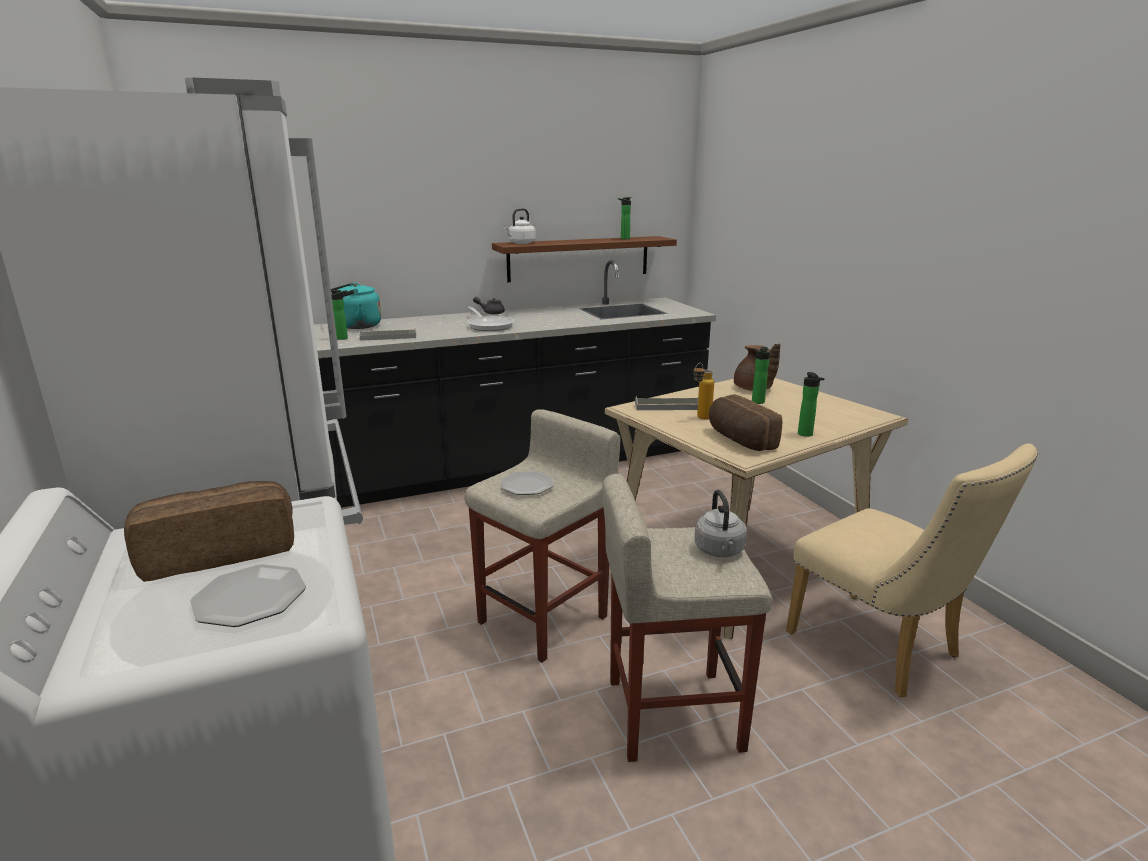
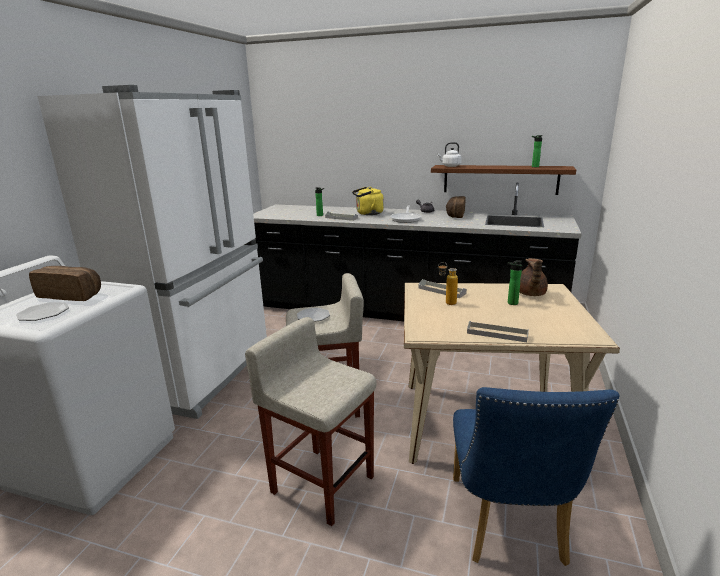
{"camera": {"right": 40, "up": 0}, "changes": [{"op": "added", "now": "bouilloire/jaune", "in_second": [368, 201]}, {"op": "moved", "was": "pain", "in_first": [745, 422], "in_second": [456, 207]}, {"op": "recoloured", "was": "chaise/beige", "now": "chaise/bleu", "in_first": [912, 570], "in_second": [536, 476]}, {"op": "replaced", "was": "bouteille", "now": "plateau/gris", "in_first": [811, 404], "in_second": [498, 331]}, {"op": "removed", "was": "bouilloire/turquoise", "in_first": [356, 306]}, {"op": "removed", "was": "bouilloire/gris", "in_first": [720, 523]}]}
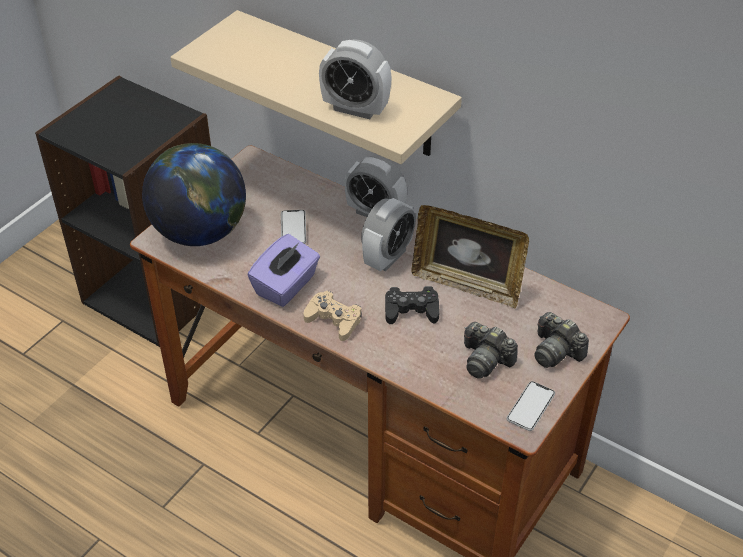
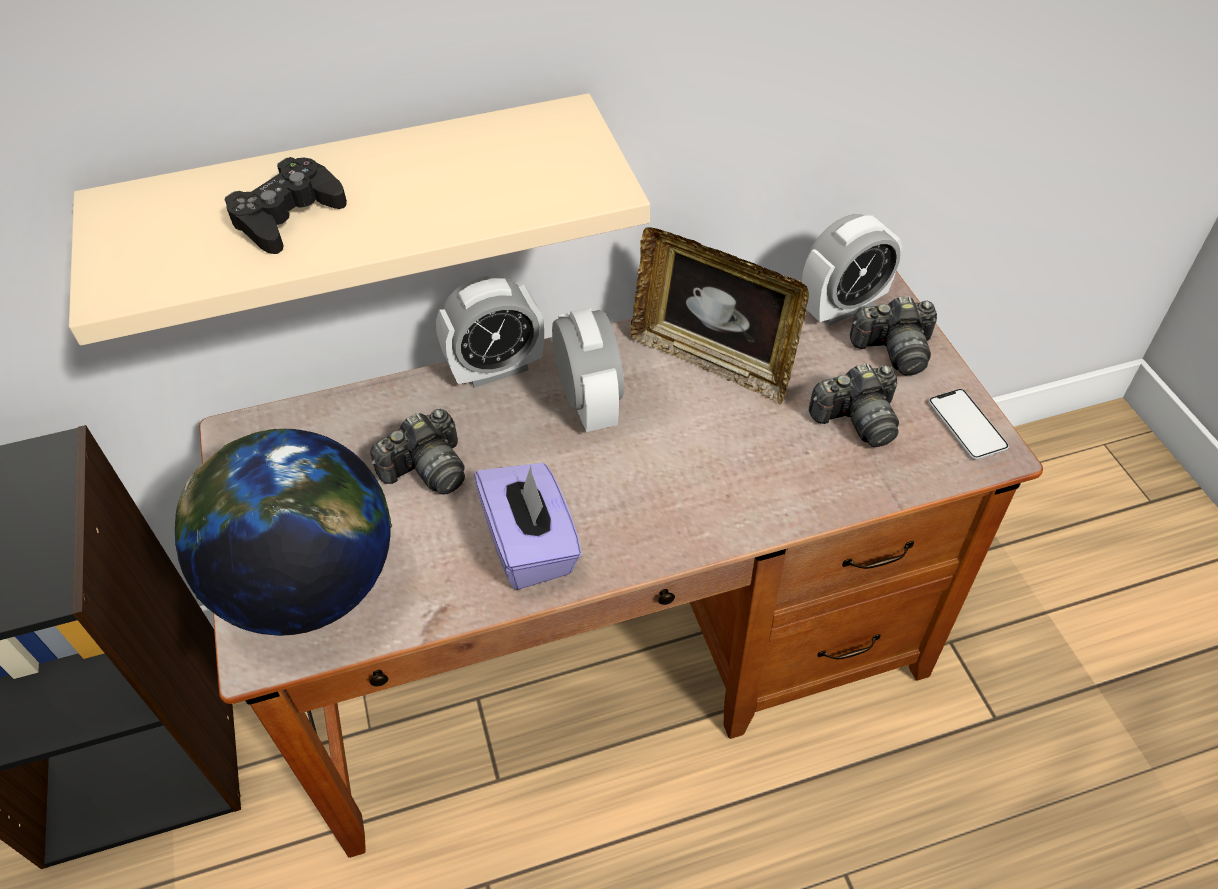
{"camera": {"right": -50, "up": 5}, "changes": [{"op": "moved", "was": "manette/noir", "in_first": [412, 305], "in_second": [286, 205]}, {"op": "replaced", "was": "téléphone", "now": "appareil photo", "in_first": [293, 227], "in_second": [417, 452]}, {"op": "turned", "was": "cadre photo", "in_first": [470, 257], "in_second": [720, 316], "clockwise": 60}, {"op": "moved", "was": "réveil", "in_first": [355, 79], "in_second": [852, 270]}, {"op": "removed", "was": "manette/beige", "in_first": [332, 316]}]}
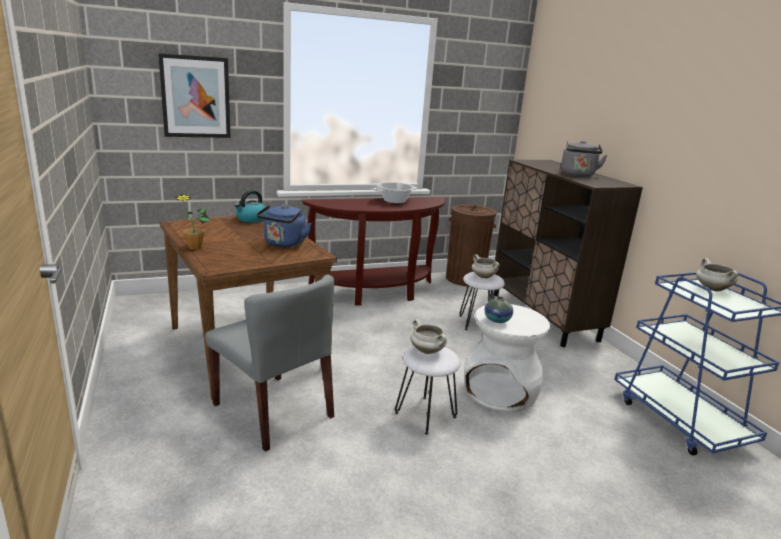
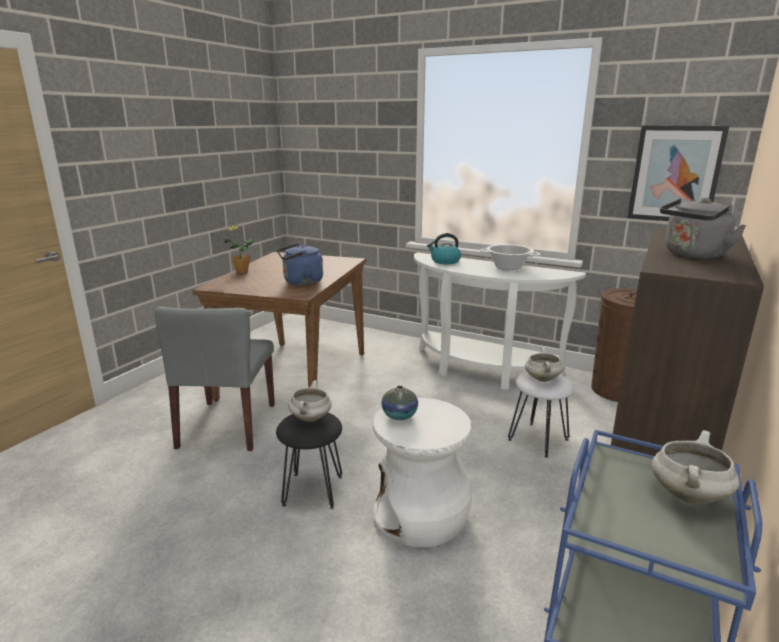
{"camera": {"right": 50, "up": 0}, "changes": [{"op": "recoloured", "was": "tabouret/blanc", "now": "tabouret/noir", "in_first": [427, 390], "in_second": [309, 461]}, {"op": "recoloured", "was": "table console/marron", "now": "table console/blanc", "in_first": [373, 251], "in_second": [500, 321]}, {"op": "moved", "was": "bouilloire", "in_first": [251, 206], "in_second": [444, 248]}, {"op": "moved", "was": "tableau", "in_first": [194, 95], "in_second": [678, 173]}]}
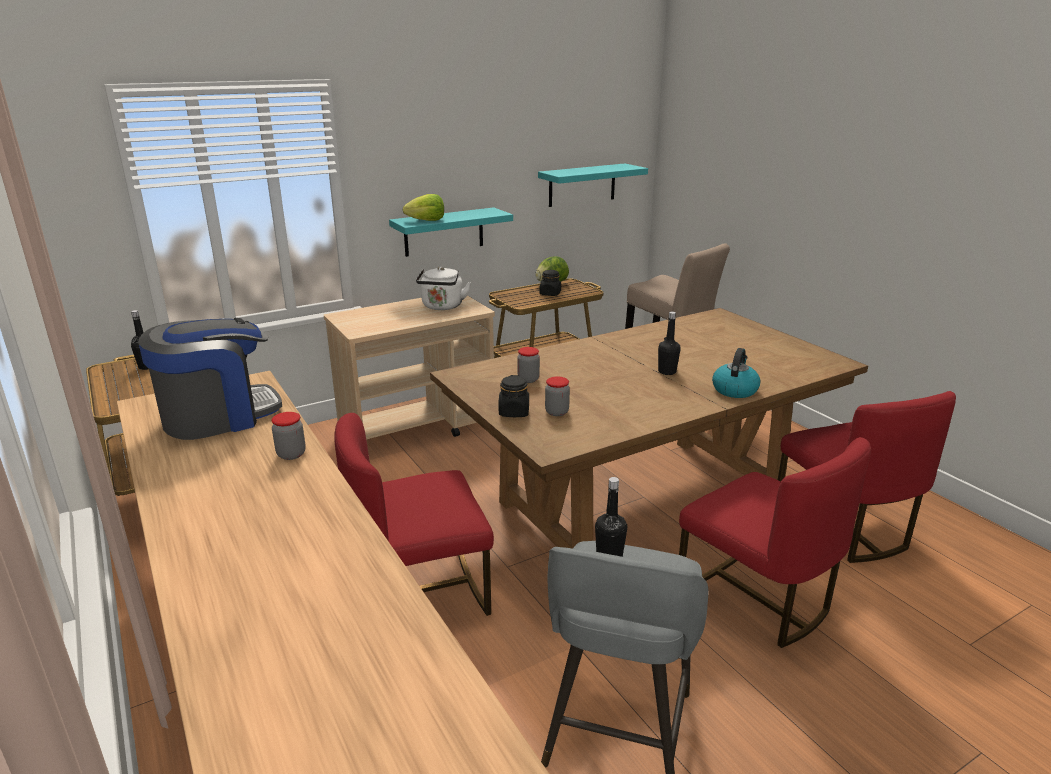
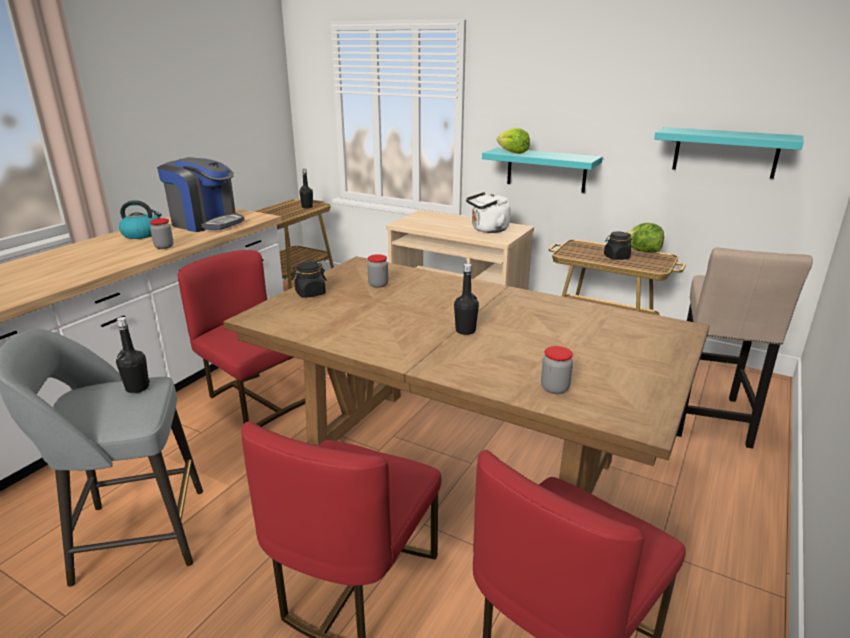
{"camera": {"right": 60, "up": 0}, "changes": [{"op": "moved", "was": "bouilloire", "in_first": [736, 373], "in_second": [140, 219]}, {"op": "moved", "was": "bocal", "in_first": [557, 396], "in_second": [557, 370]}]}
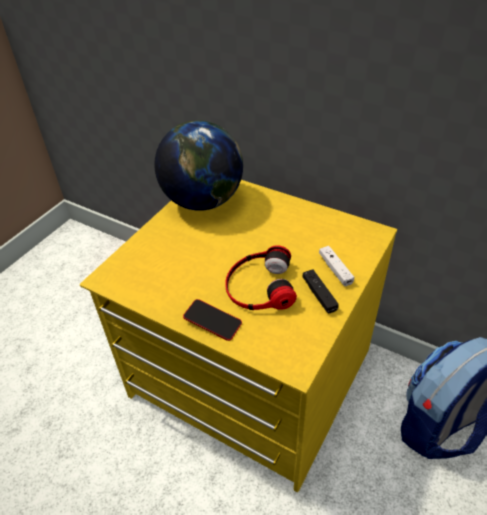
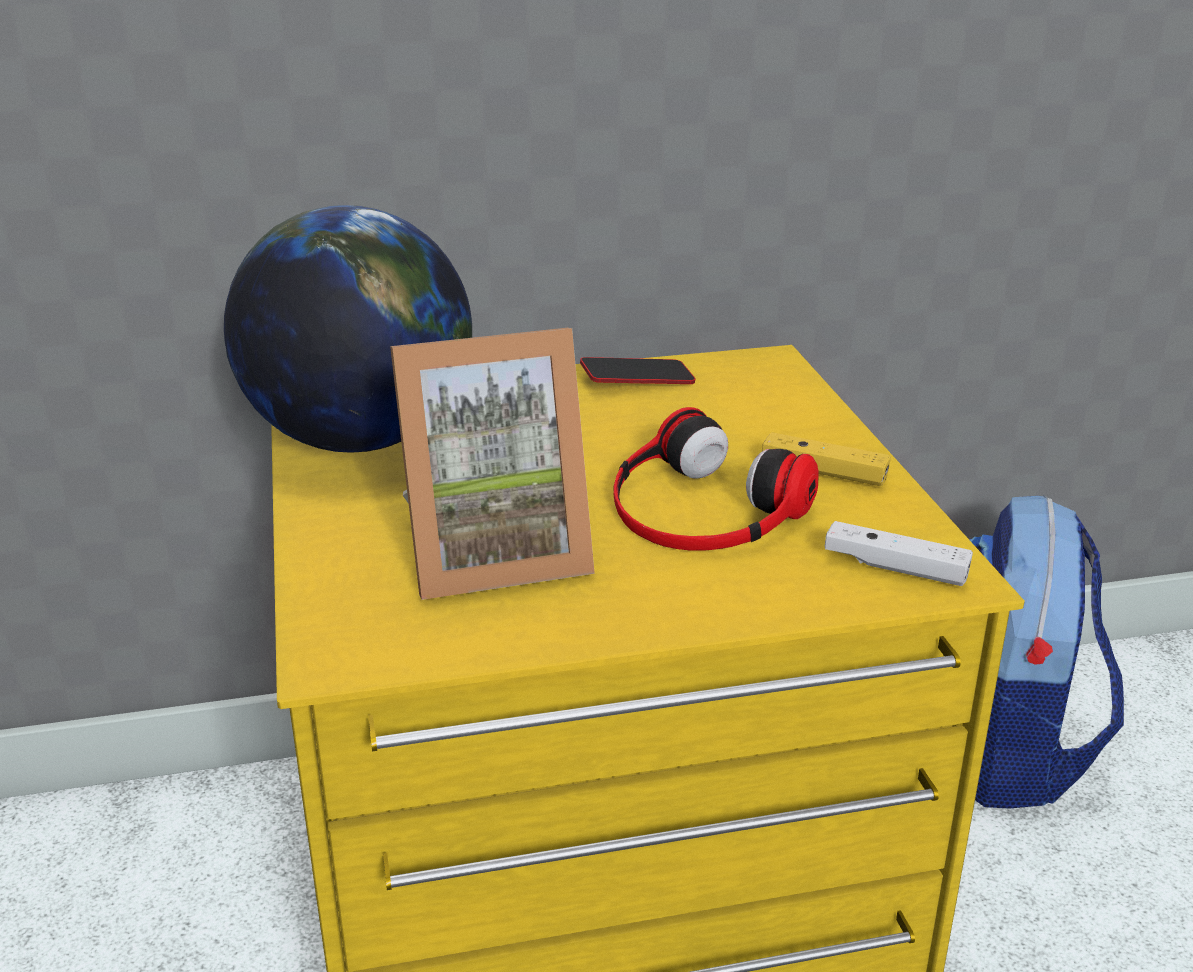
{"camera": {"right": -45, "up": -15}, "changes": [{"op": "added", "now": "cadre photo", "in_second": [492, 464]}, {"op": "moved", "was": "téléphone", "in_first": [212, 320], "in_second": [638, 370]}, {"op": "recoloured", "was": "manette/noir", "now": "manette/jaune", "in_first": [320, 291], "in_second": [826, 459]}, {"op": "moved", "was": "manette/blanc", "in_first": [336, 266], "in_second": [899, 553]}]}
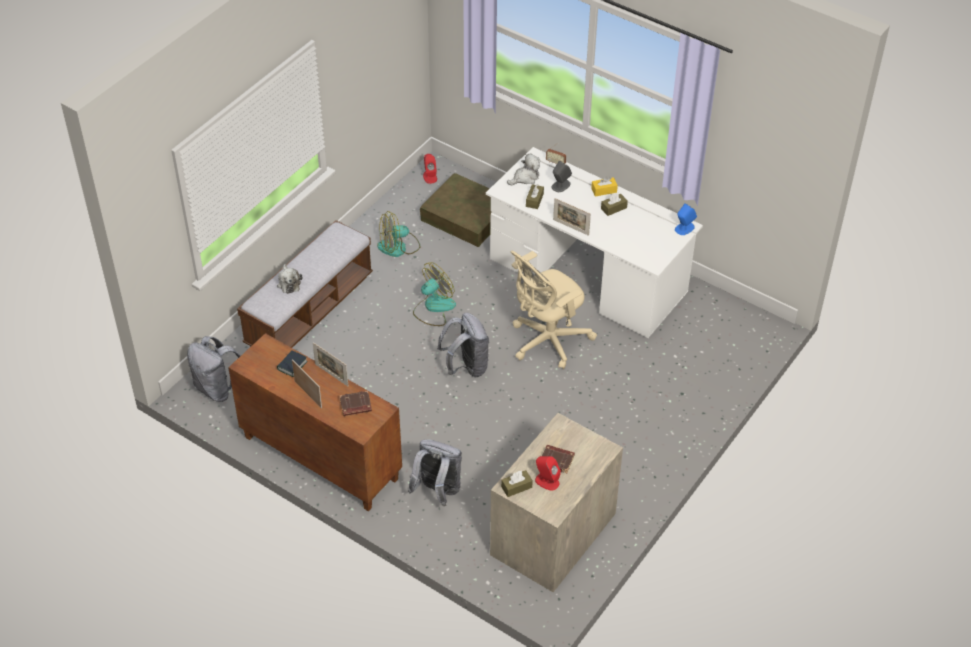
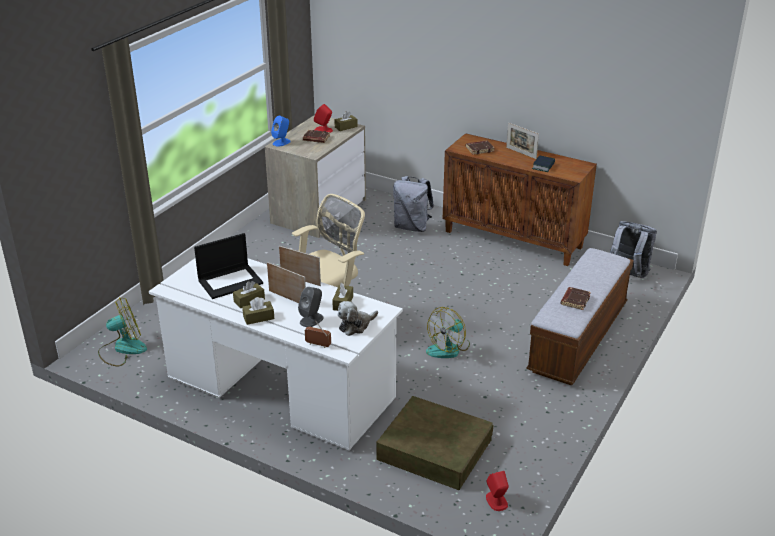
{"camera": {"right": 175, "up": -15}, "changes": [{"op": "moved", "was": "ventilateur", "in_first": [398, 234], "in_second": [122, 331]}, {"op": "added", "now": "ordinateur portable", "in_second": [228, 266]}, {"op": "recoloured", "was": "boîte à mouchoirs/jaune", "now": "boîte à mouchoirs/marron", "in_first": [604, 186], "in_second": [258, 311]}, {"op": "moved", "was": "cadre photo", "in_first": [330, 364], "in_second": [286, 282]}, {"op": "moved", "was": "enceinte/bleu", "in_first": [686, 219], "in_second": [281, 131]}, {"op": "added", "now": "livre/marron", "in_second": [575, 298]}, {"op": "removed", "was": "peluche", "in_first": [289, 279]}, {"op": "removed", "was": "sac à dos/gris", "in_first": [463, 345]}]}
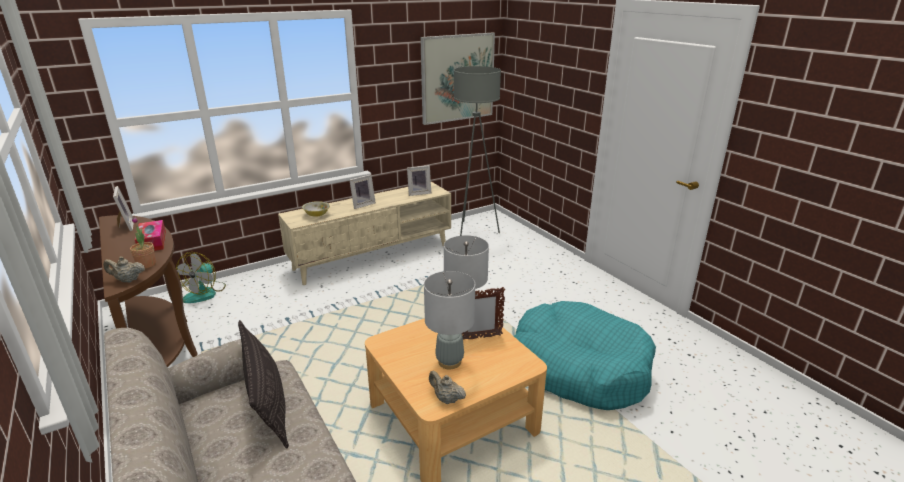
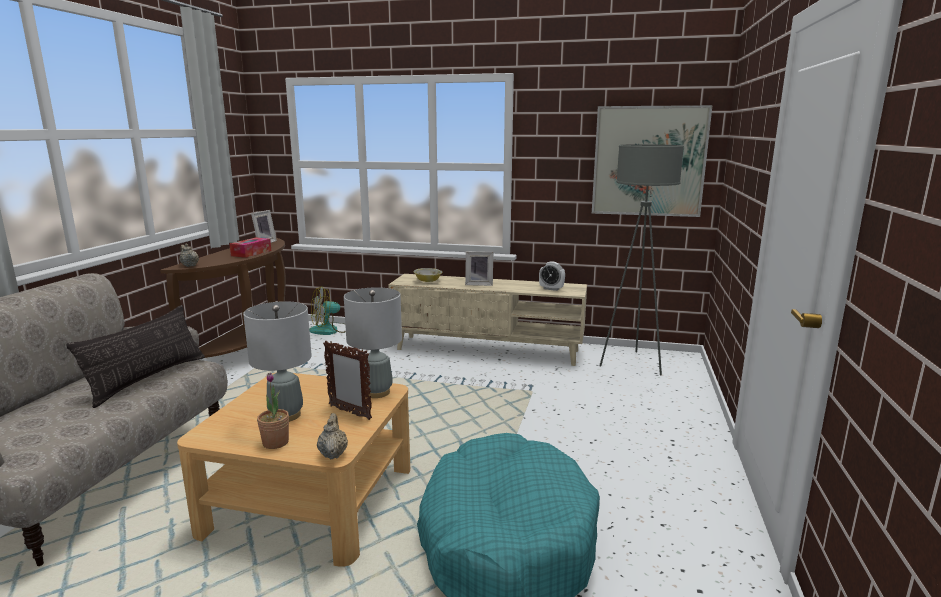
{"camera": {"right": 45, "up": -10}, "changes": [{"op": "moved", "was": "plante en pot", "in_first": [143, 243], "in_second": [273, 411]}, {"op": "moved", "was": "théière/beige", "in_first": [447, 387], "in_second": [332, 436]}, {"op": "replaced", "was": "cadre photo", "now": "réveil", "in_first": [419, 180], "in_second": [552, 276]}]}
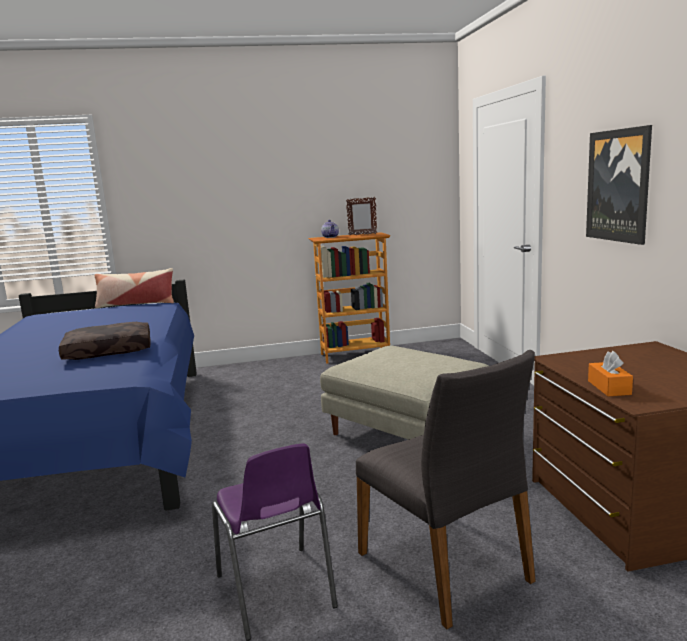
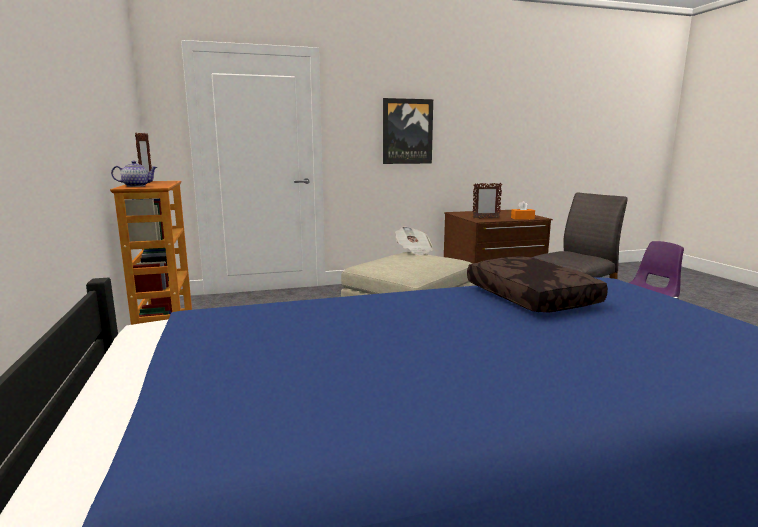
{"camera": {"right": -95, "up": 0}, "changes": [{"op": "added", "now": "journal", "in_second": [414, 241]}, {"op": "added", "now": "cadre photo", "in_second": [487, 201]}, {"op": "removed", "was": "coussin", "in_first": [134, 288]}]}
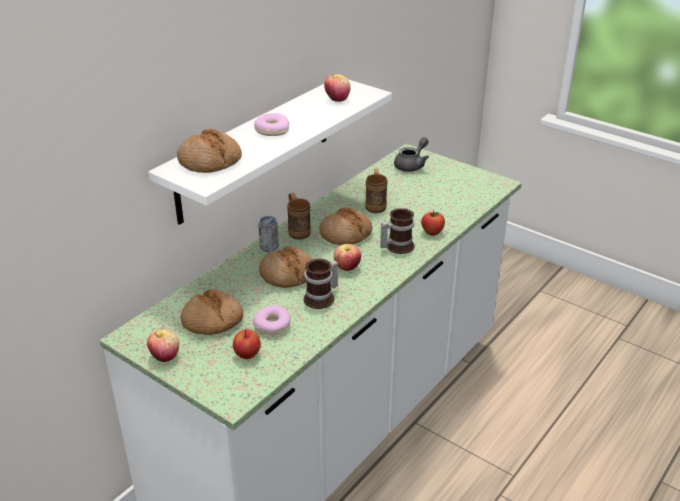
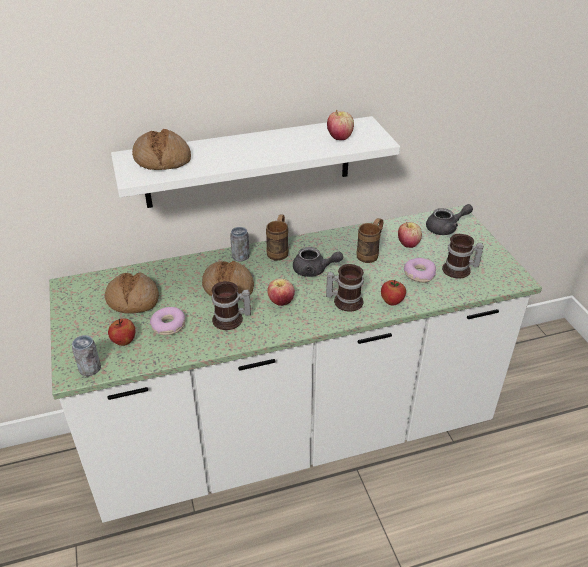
{"camera": {"right": 35, "up": 5}, "changes": [{"op": "added", "now": "boîte métallique", "in_second": [86, 355]}, {"op": "replaced", "was": "pain", "now": "théière/gris", "in_first": [345, 226], "in_second": [318, 262]}, {"op": "moved", "was": "pomme", "in_first": [163, 345], "in_second": [410, 235]}, {"op": "moved", "was": "beignet", "in_first": [272, 124], "in_second": [420, 270]}, {"op": "added", "now": "mug", "in_second": [463, 256]}]}
